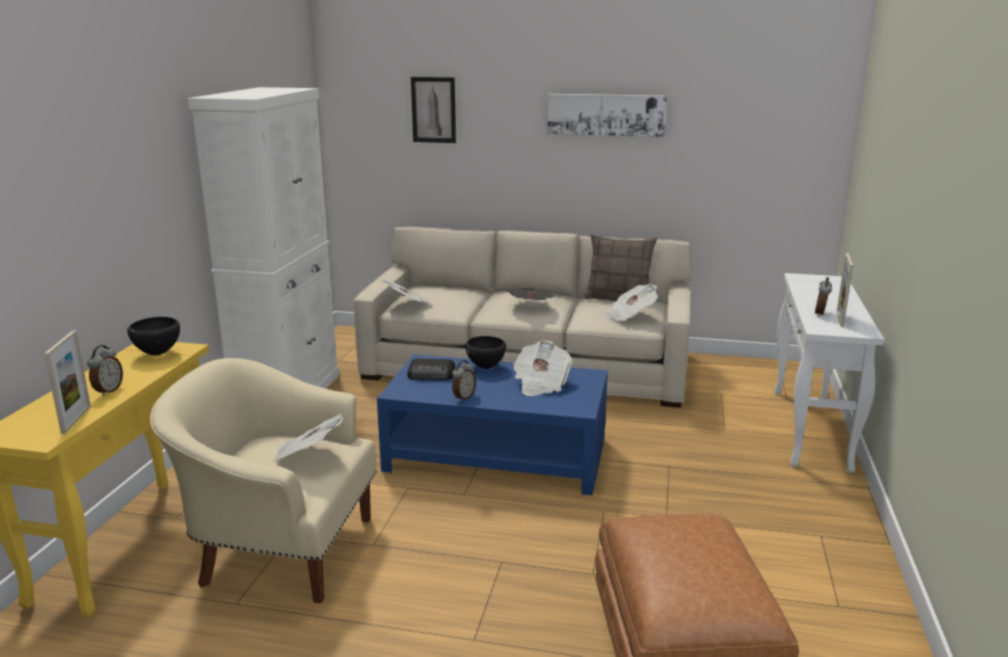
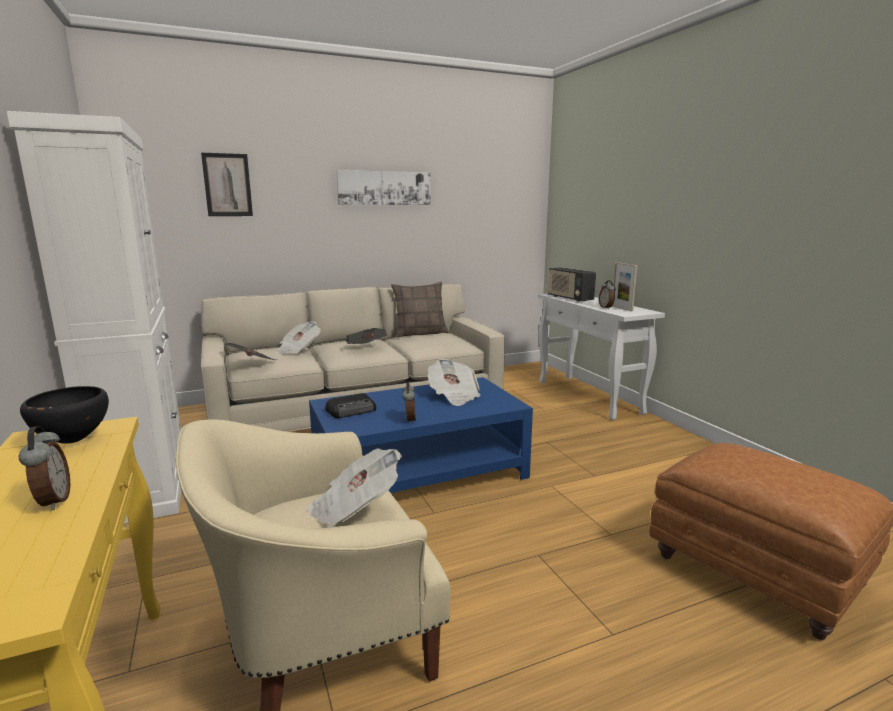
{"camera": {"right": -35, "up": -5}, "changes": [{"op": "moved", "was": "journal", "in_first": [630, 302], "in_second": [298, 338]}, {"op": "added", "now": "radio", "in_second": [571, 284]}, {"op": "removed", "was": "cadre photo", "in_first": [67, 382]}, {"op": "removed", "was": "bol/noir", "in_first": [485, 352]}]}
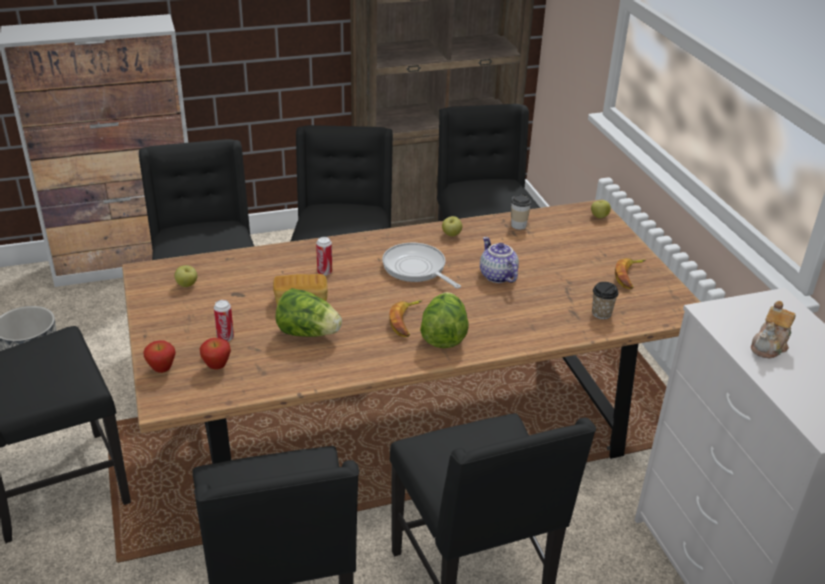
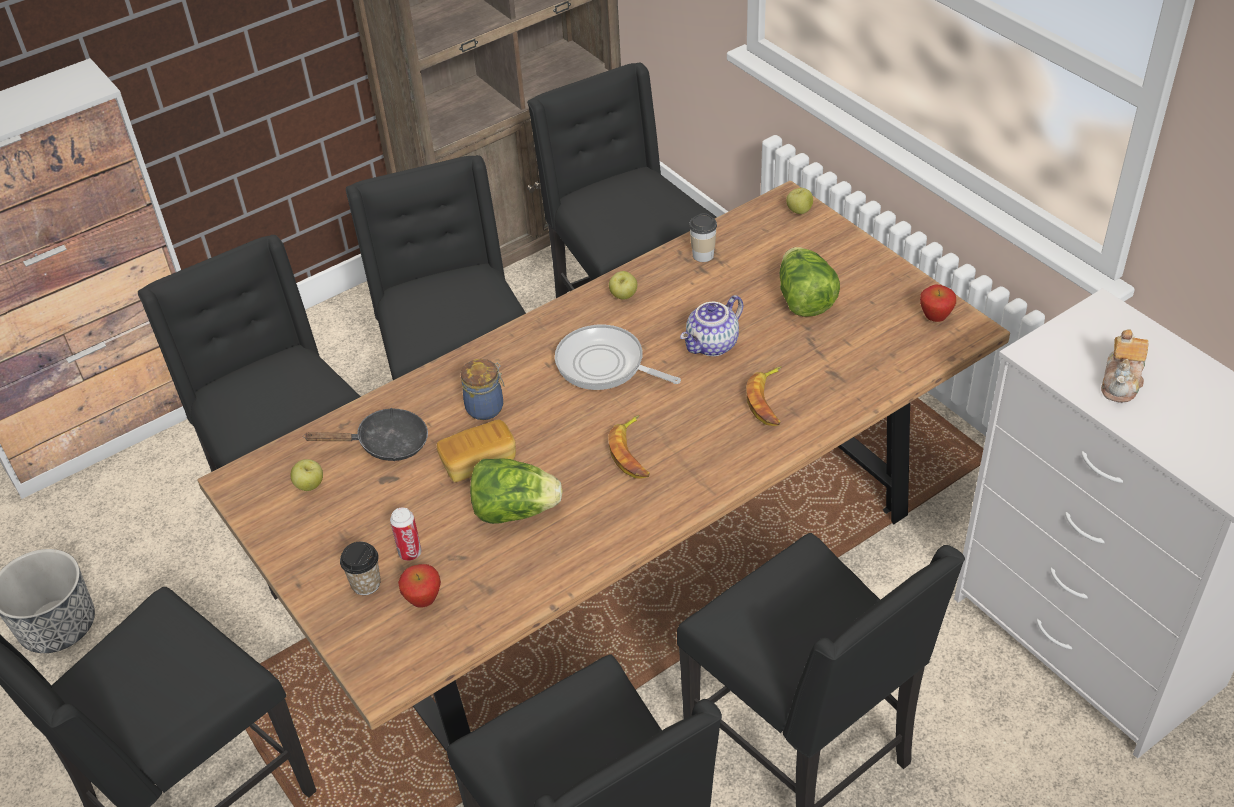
{"camera": {"right": -15, "up": 10}, "changes": [{"op": "added", "now": "poêle/noir", "in_second": [365, 434]}, {"op": "moved", "was": "tasse", "in_first": [605, 300], "in_second": [360, 568]}, {"op": "replaced", "was": "boîte métallique", "now": "bocal", "in_first": [324, 256], "in_second": [482, 389]}, {"op": "turned", "was": "théière", "in_first": [499, 260], "in_second": [711, 325], "clockwise": -90}, {"op": "moved", "was": "banane", "in_first": [630, 273], "in_second": [764, 396]}, {"op": "moved", "was": "laitue", "in_first": [444, 320], "in_second": [810, 282]}, {"op": "moved", "was": "pomme", "in_first": [159, 356], "in_second": [938, 303]}]}
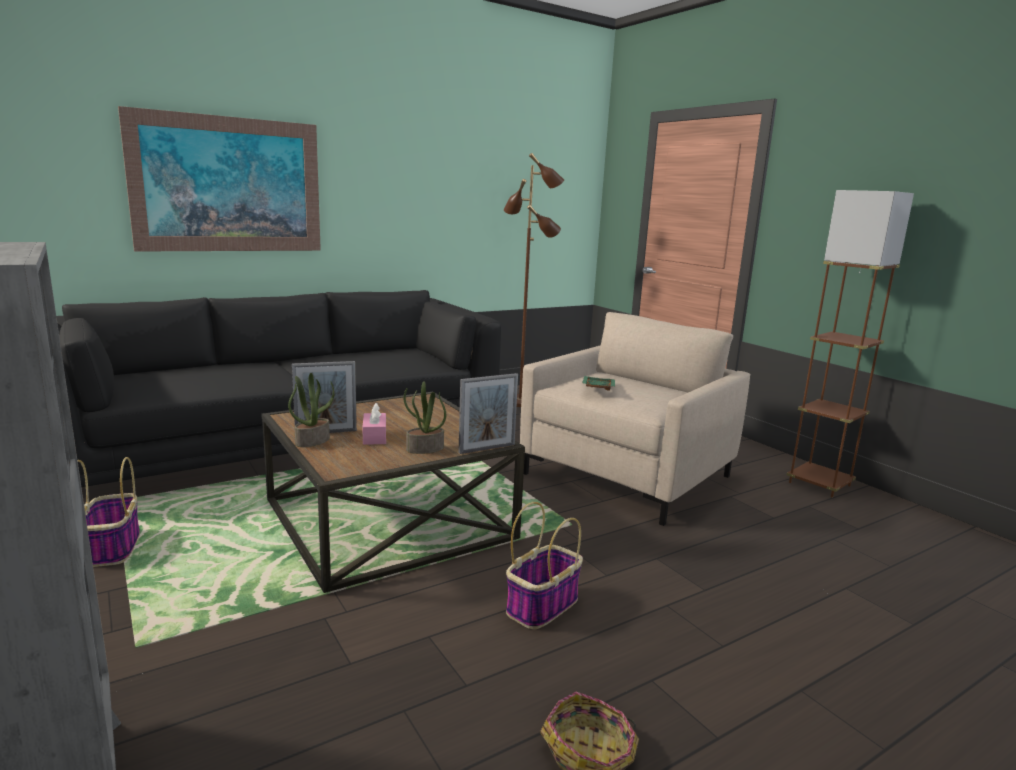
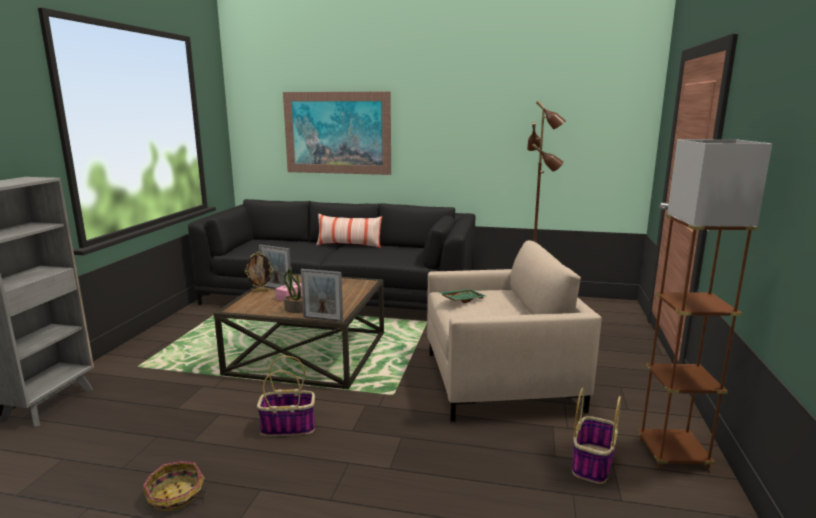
{"camera": {"right": 45, "up": 0}, "changes": [{"op": "replaced", "was": "plante en pot", "now": "cadre photo", "in_first": [311, 410], "in_second": [259, 272]}, {"op": "added", "now": "coussin", "in_second": [349, 231]}, {"op": "moved", "was": "panier", "in_first": [109, 512], "in_second": [596, 435]}]}
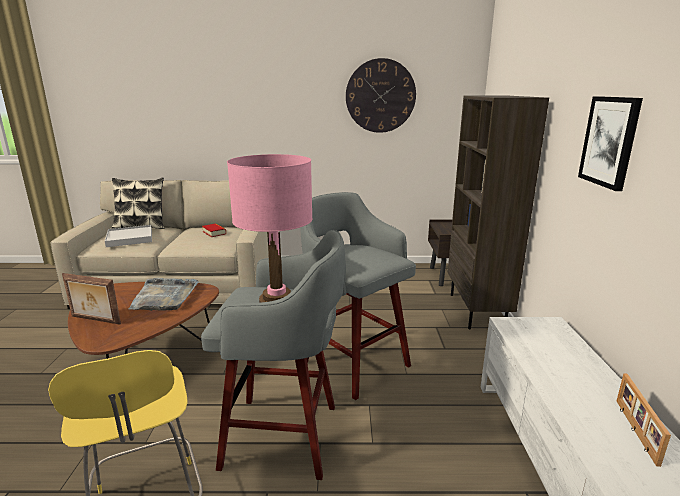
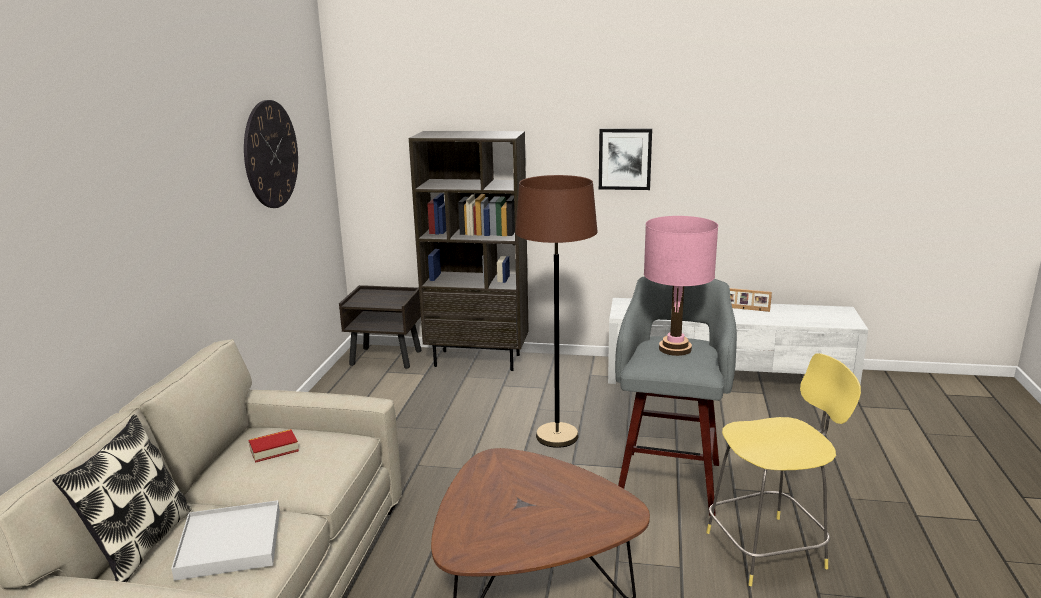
{"camera": {"right": -80, "up": 0}, "changes": [{"op": "replaced", "was": "tabouret/gris", "now": "lampadaire/marron", "in_first": [358, 296], "in_second": [556, 311]}, {"op": "removed", "was": "cadre photo", "in_first": [91, 298]}, {"op": "removed", "was": "plateau/gris", "in_first": [163, 294]}]}
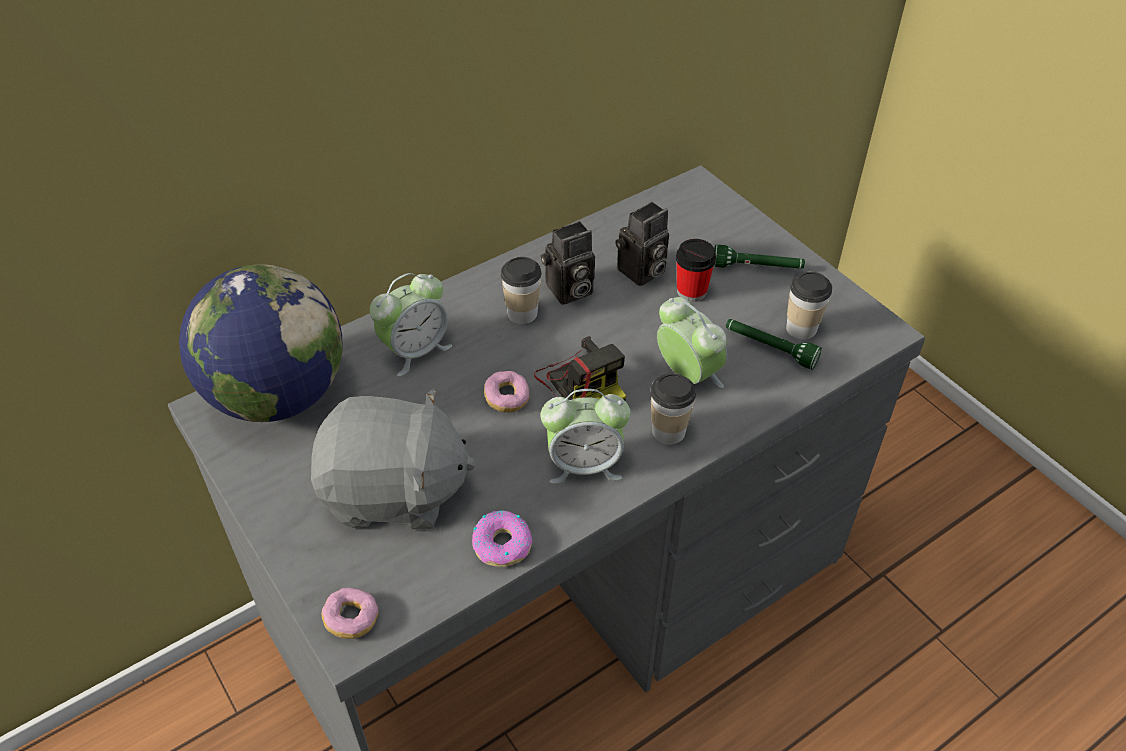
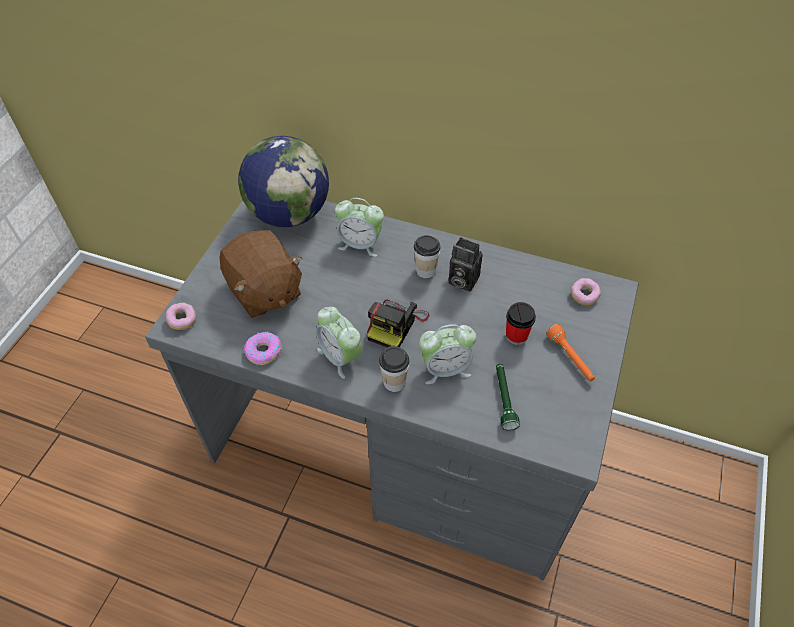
{"camera": {"right": 55, "up": 5}, "changes": [{"op": "recoloured", "was": "peluche/gris", "now": "peluche/marron", "in_first": [394, 458], "in_second": [261, 274]}, {"op": "turned", "was": "réveil", "in_first": [692, 342], "in_second": [447, 354], "clockwise": 60}, {"op": "recoloured", "was": "lampe de poche/vert", "now": "lampe de poche/orange", "in_first": [759, 257], "in_second": [570, 352]}, {"op": "moved", "was": "beignet", "in_first": [506, 392], "in_second": [586, 291]}, {"op": "removed", "was": "appareil photo", "in_first": [642, 244]}, {"op": "removed", "was": "tasse", "in_first": [809, 305]}]}
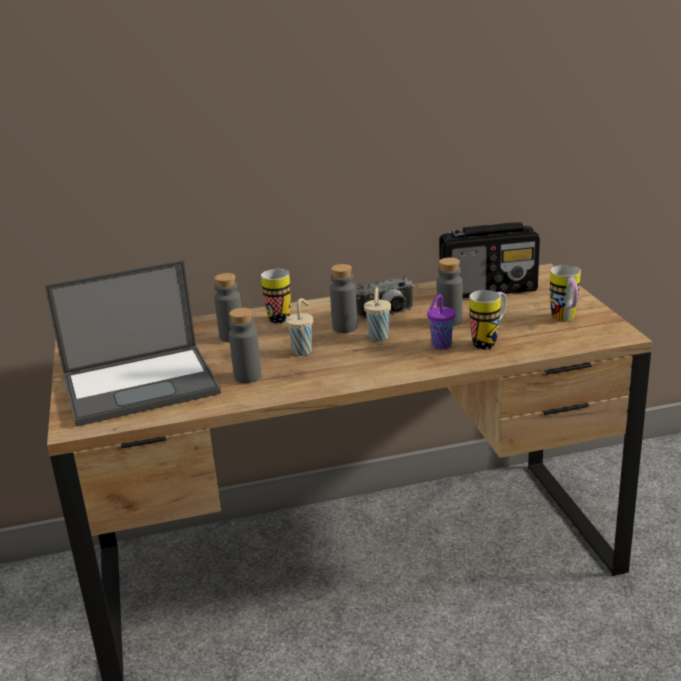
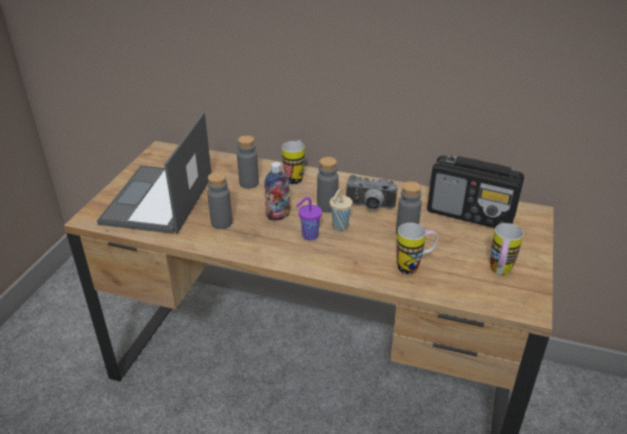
{"camera": {"right": 30, "up": 10}, "changes": [{"op": "turned", "was": "ordinateur portable", "in_first": [132, 343], "in_second": [154, 173], "clockwise": 90}, {"op": "replaced", "was": "tasse/beige", "now": "bouteille", "in_first": [299, 327], "in_second": [277, 191]}, {"op": "moved", "was": "tasse/violet", "in_first": [441, 322], "in_second": [309, 218]}]}
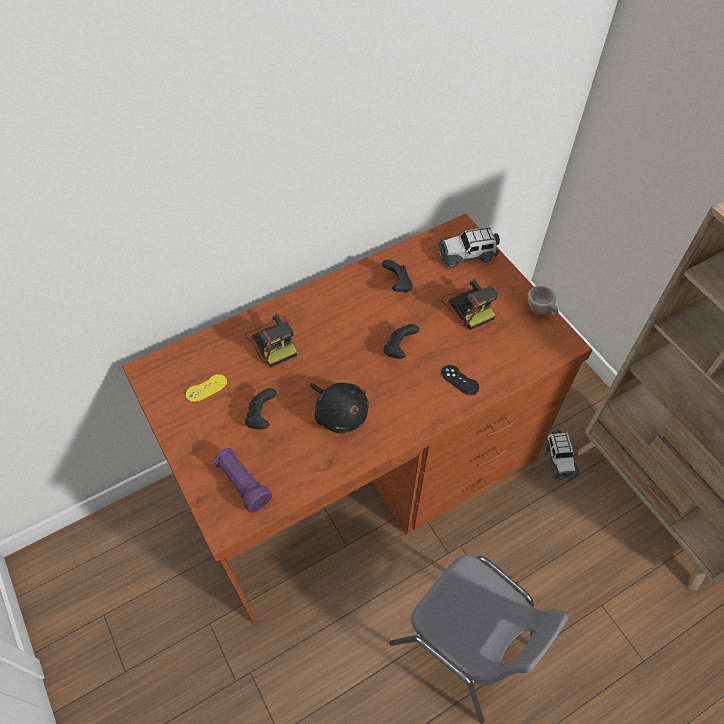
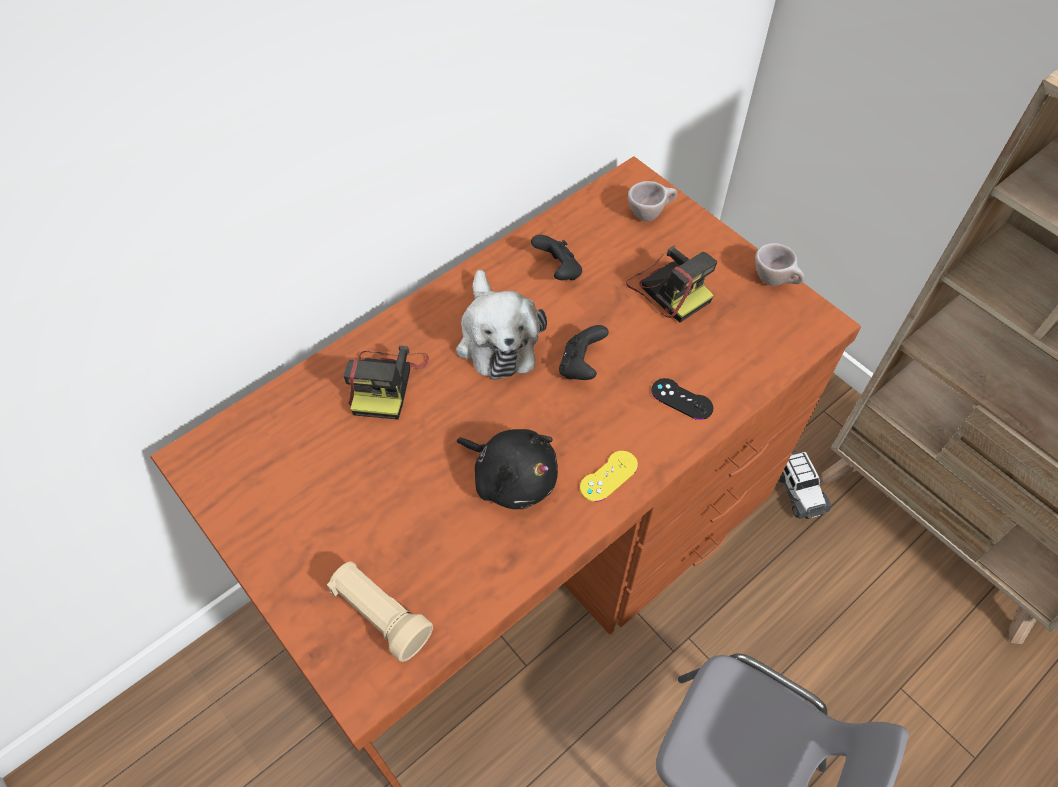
{"camera": {"right": -10, "up": 0}, "changes": [{"op": "recoloured", "was": "lampe de poche/violet", "now": "lampe de poche/beige", "in_first": [242, 480], "in_second": [380, 611]}, {"op": "turned", "was": "appareil photo", "in_first": [271, 340], "in_second": [386, 383], "clockwise": 45}, {"op": "added", "now": "peluche", "in_second": [501, 325]}, {"op": "moved", "was": "manette/jaune", "in_first": [206, 388], "in_second": [609, 476]}, {"op": "replaced", "was": "petite voiture", "now": "tasse/beige", "in_first": [469, 247], "in_second": [653, 201]}, {"op": "removed", "was": "manette/noir", "in_first": [261, 408]}]}
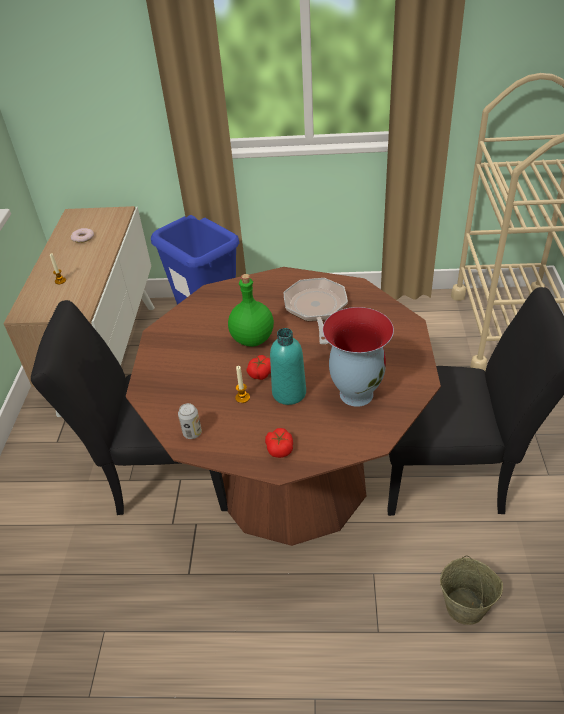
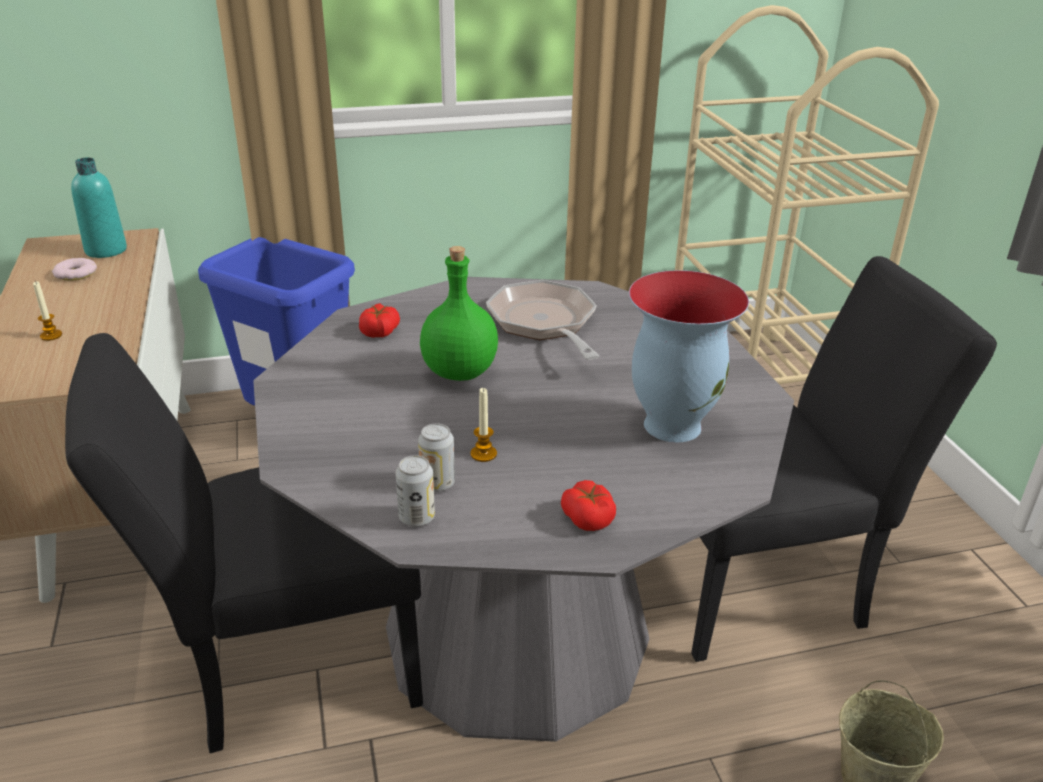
{"camera": {"right": -20, "up": -10}, "changes": [{"op": "moved", "was": "bouteille/turquoise", "in_first": [288, 366], "in_second": [99, 208]}, {"op": "recoloured", "was": "table à manger/marron", "now": "table à manger/gris", "in_first": [283, 406], "in_second": [523, 509]}, {"op": "moved", "was": "tomate", "in_first": [259, 367], "in_second": [379, 320]}, {"op": "added", "now": "boîte métallique", "in_second": [436, 457]}]}
